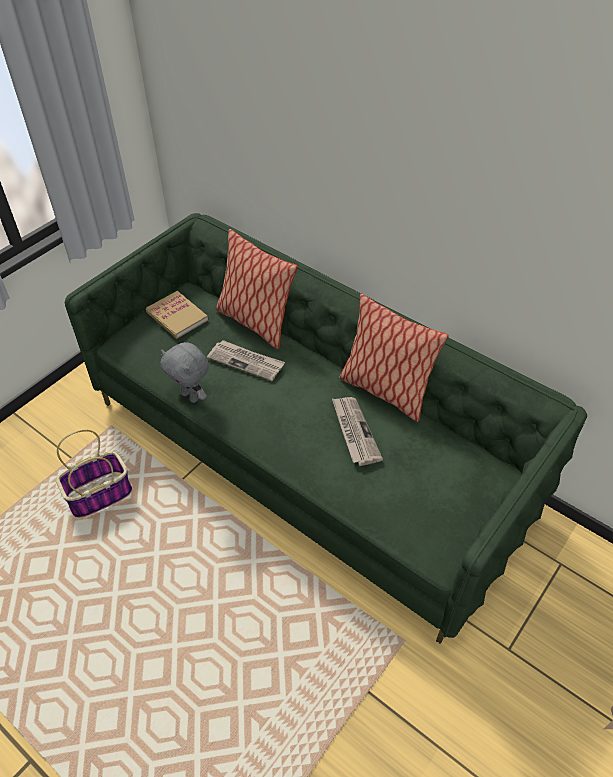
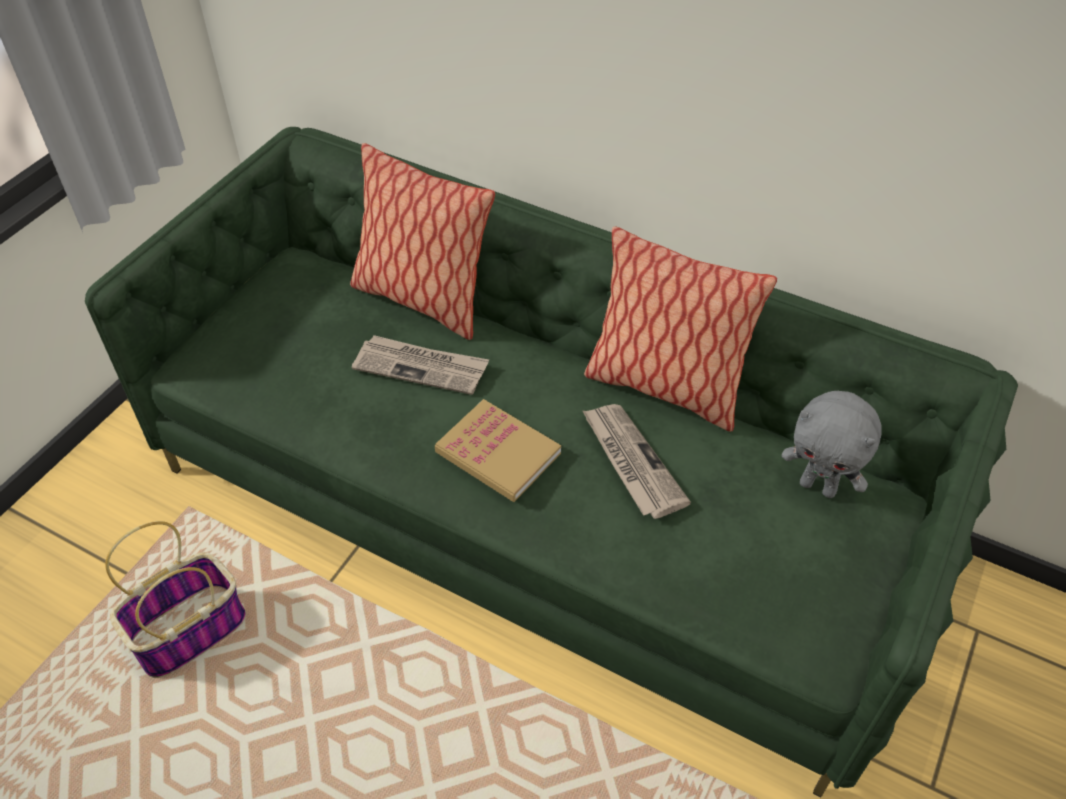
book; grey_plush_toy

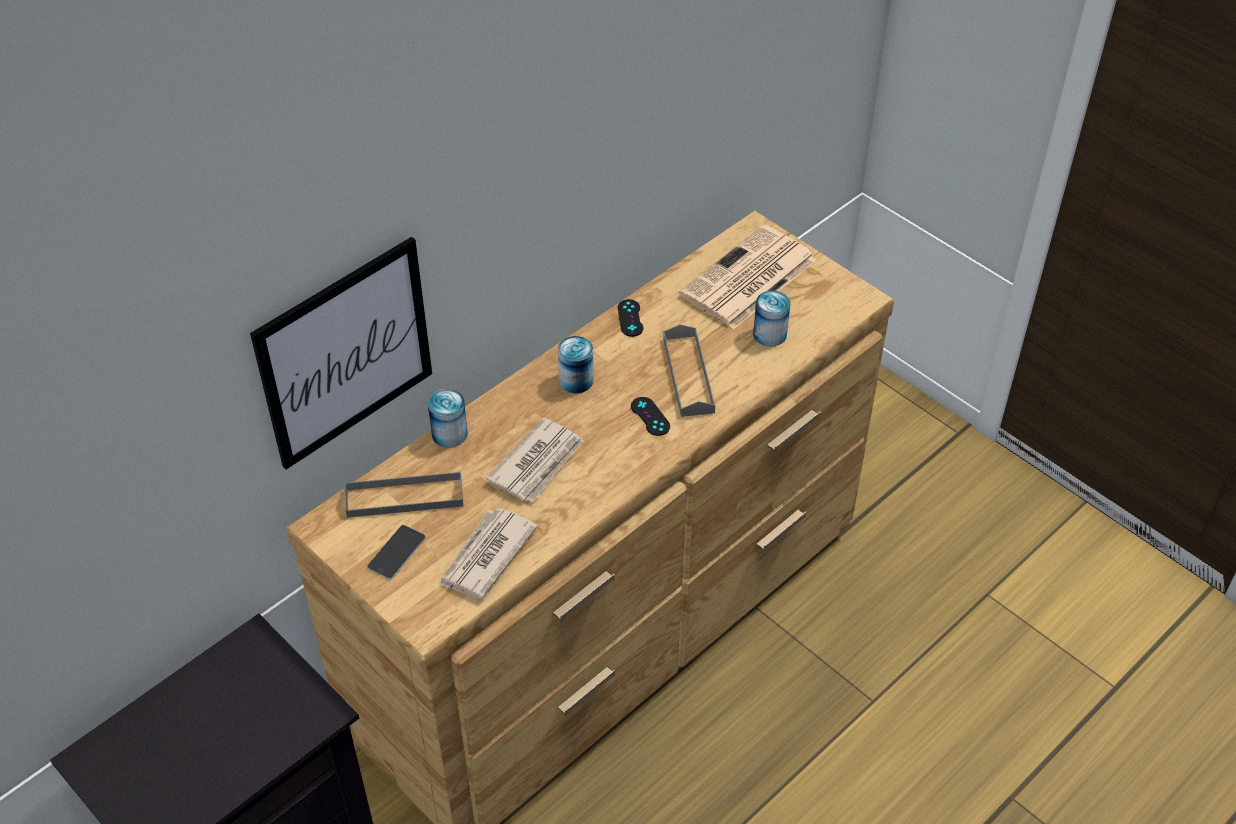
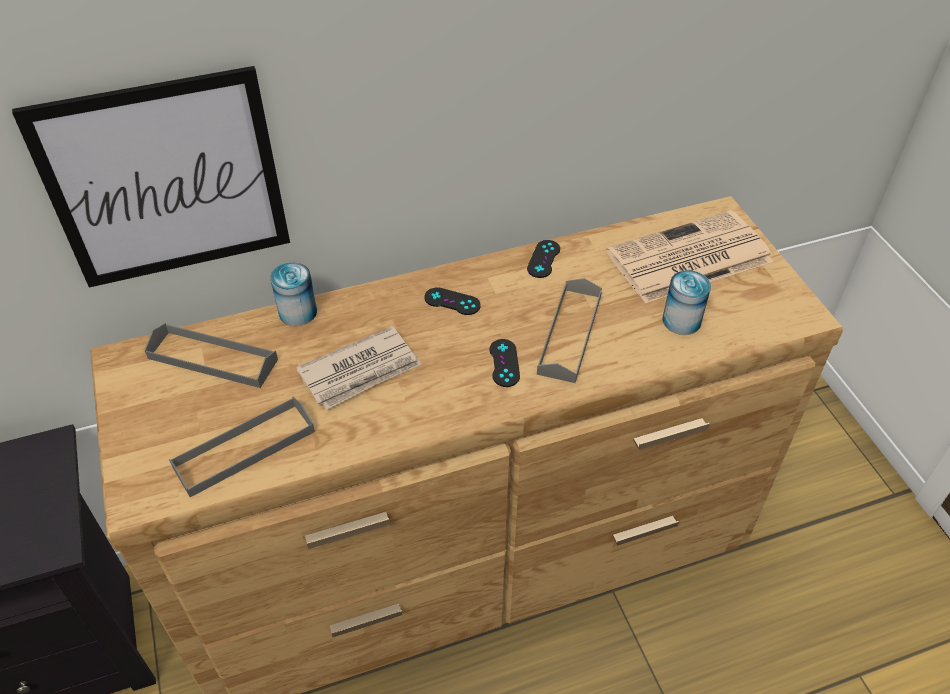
black_game_controller (no. 1 from left); grey_tray (no. 2 from left); phone

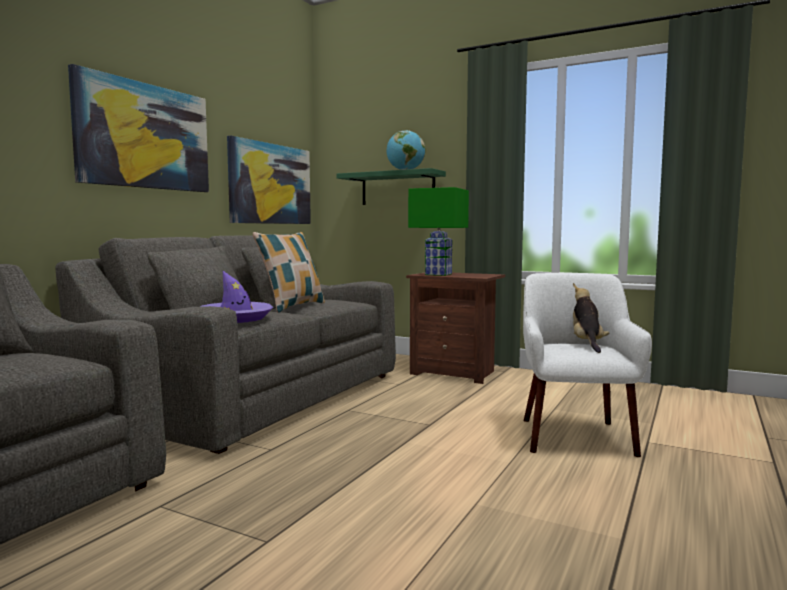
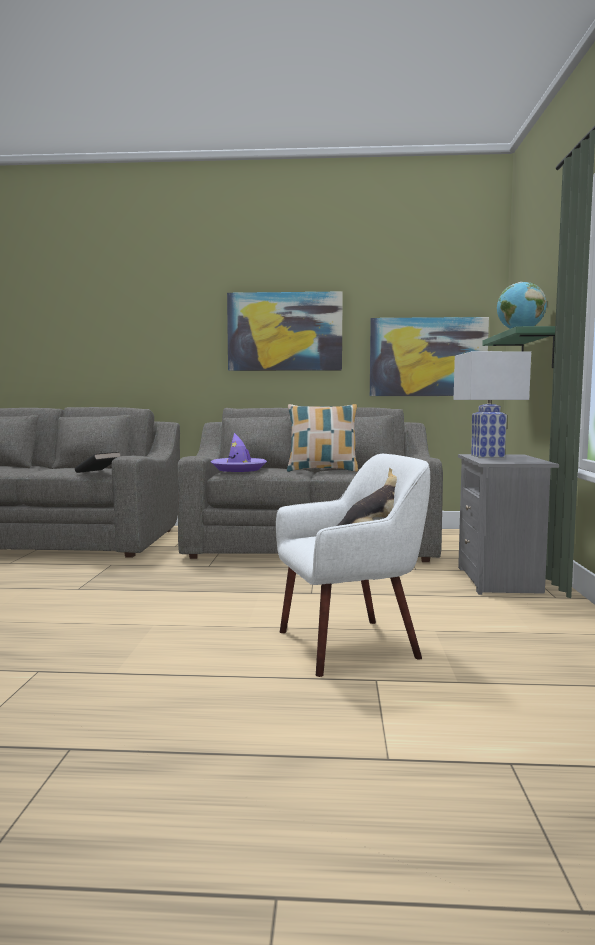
white_table_lamp; grey_nightstand; black_book

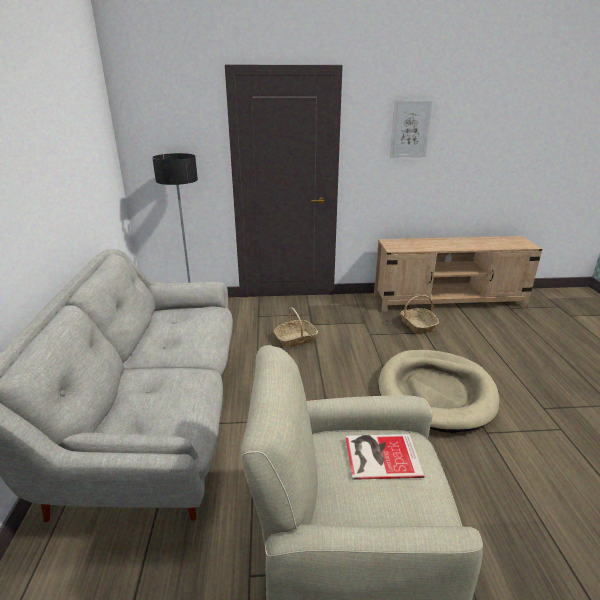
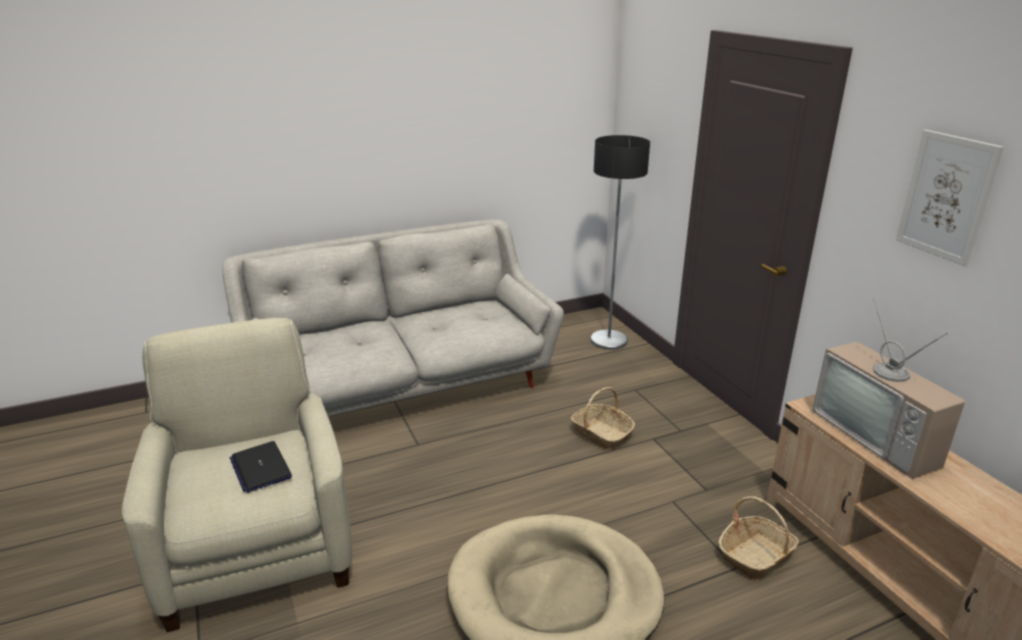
laptop; television

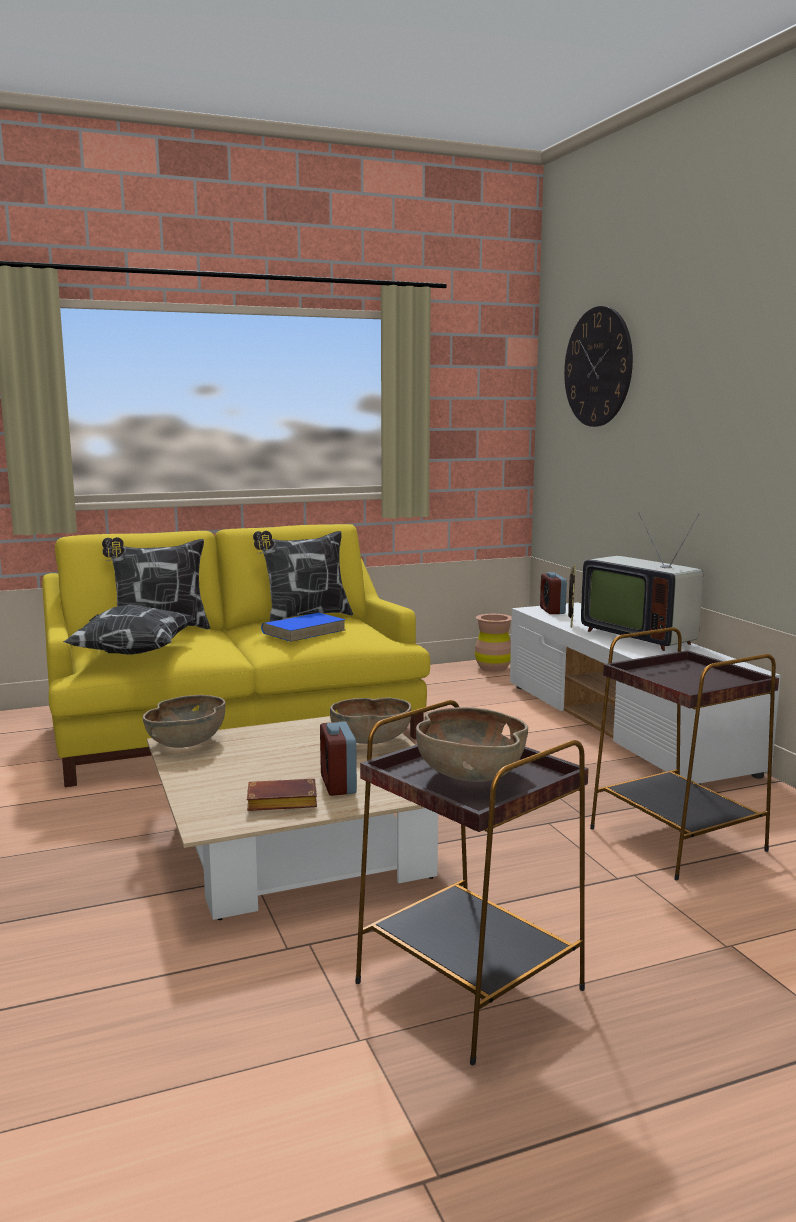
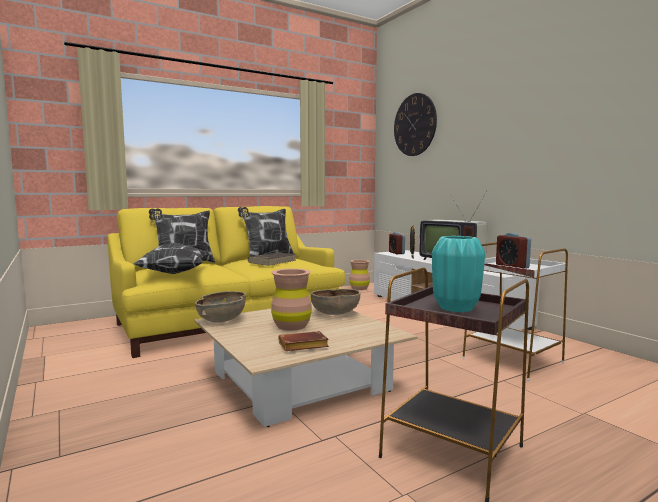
brown_book (no. 1 from left); white_side_table; turquoise_vase; alarm_clock (no. 2 from left); brown_vase (no. 1 from left)

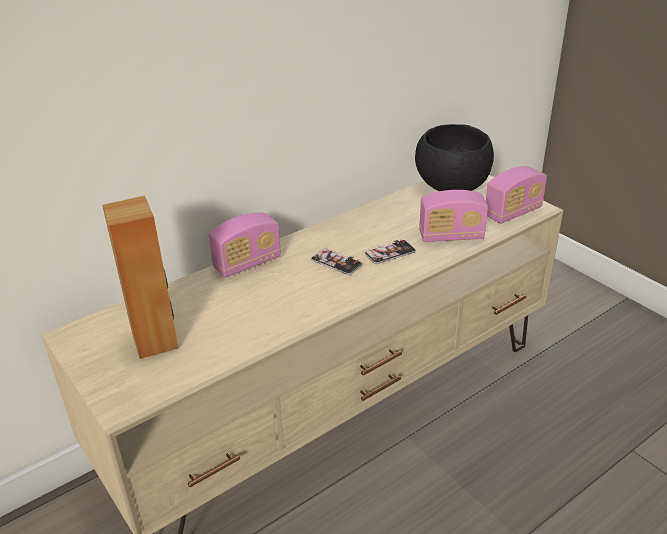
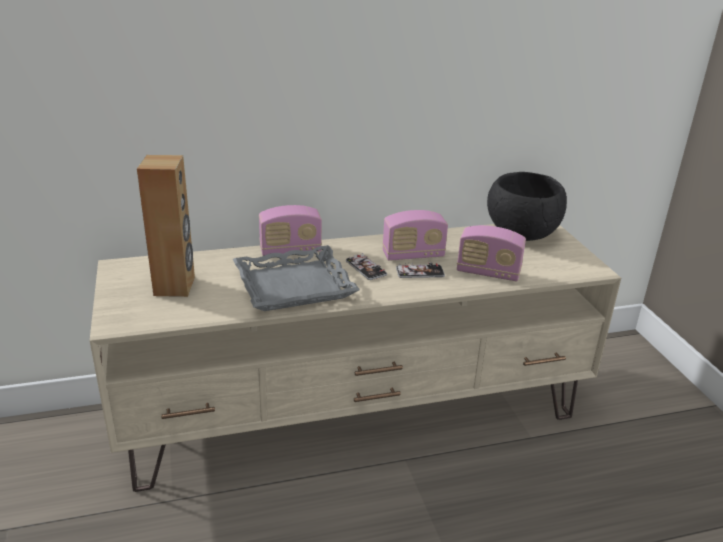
radio (no. 2 from left); grey_tray

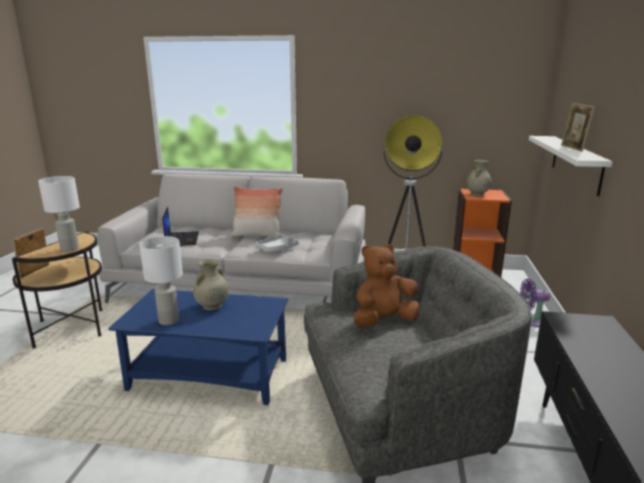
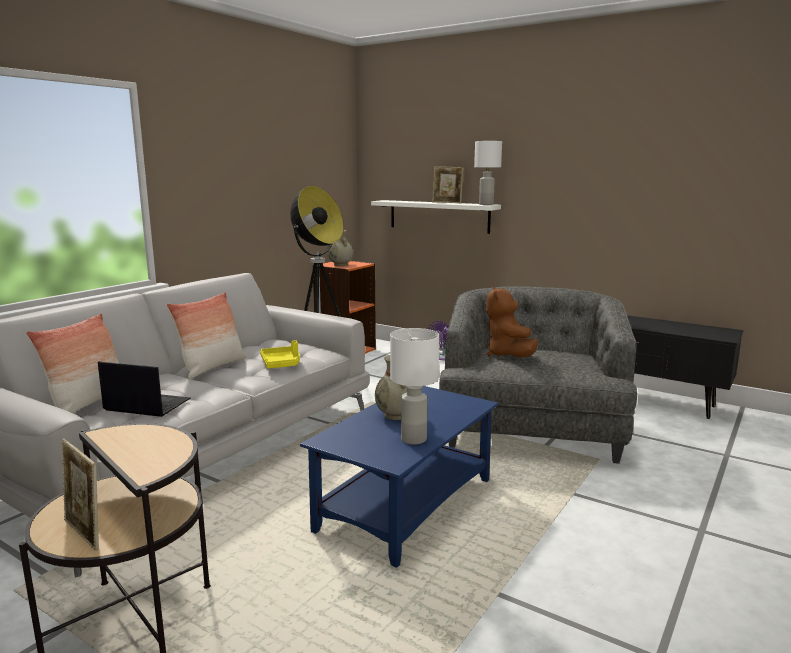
white_table_lamp (no. 2 from left); yellow_tray; pillow (no. 1 from left)

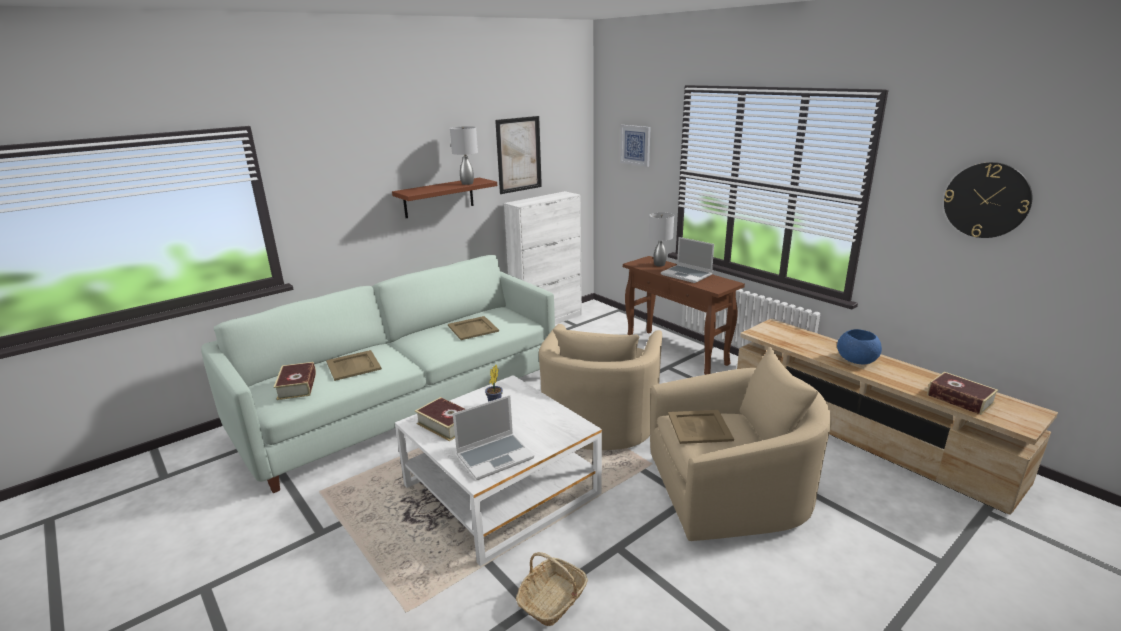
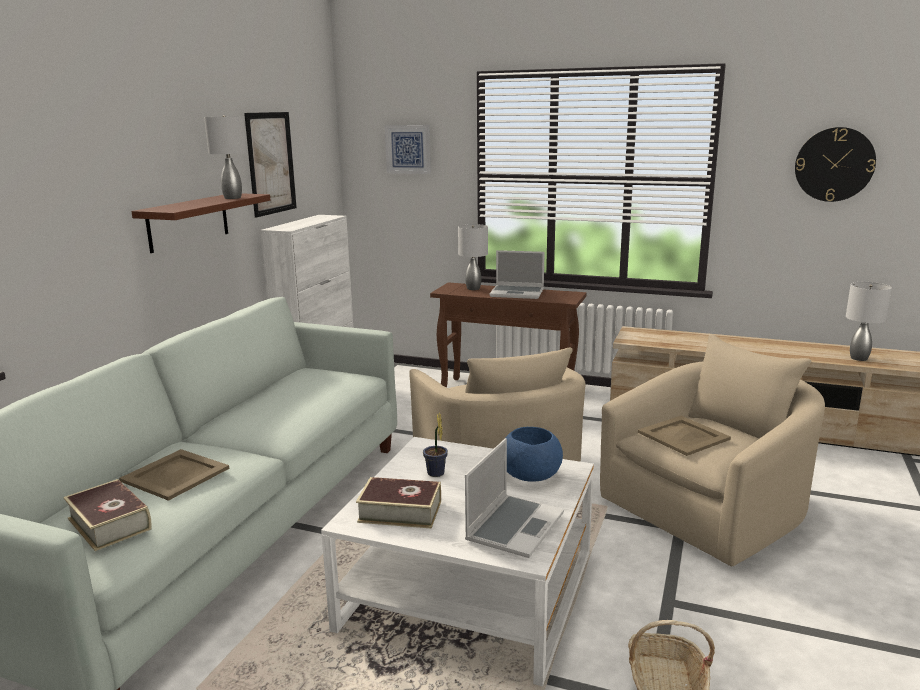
beige_tray (no. 2 from left in the first image); blue_bowl; grey_table_lamp (no. 3 from left)

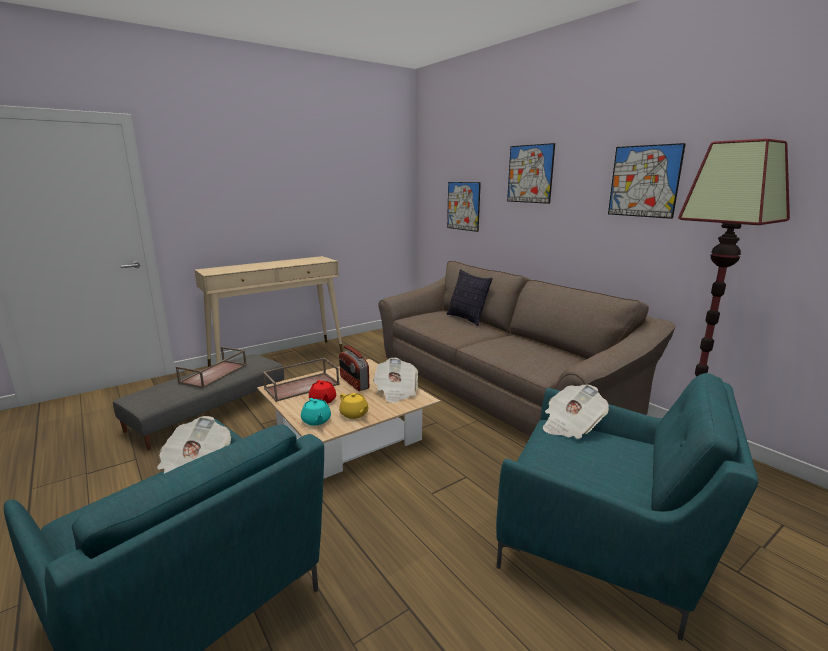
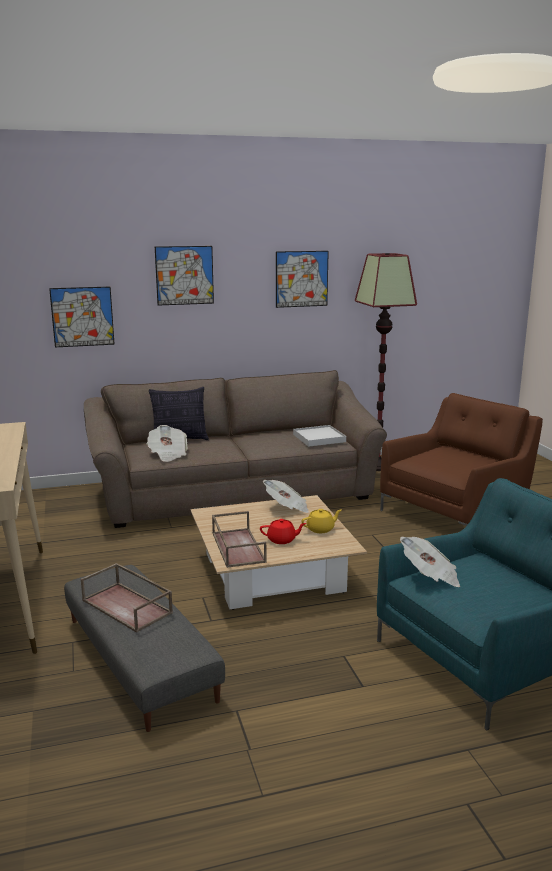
radio; brown_armchair; newspaper (no. 1 from left); turquoise_teapot; white_tray

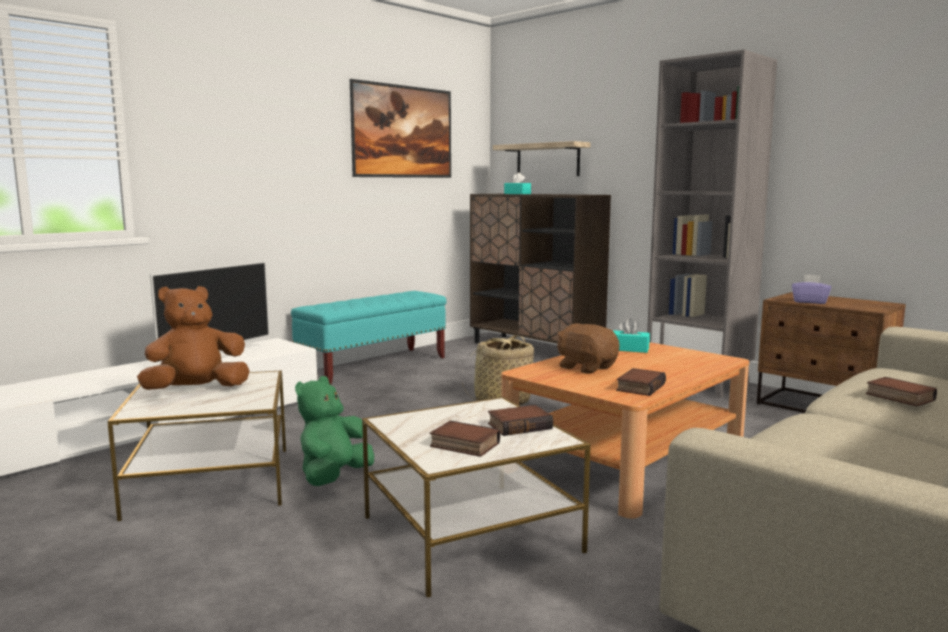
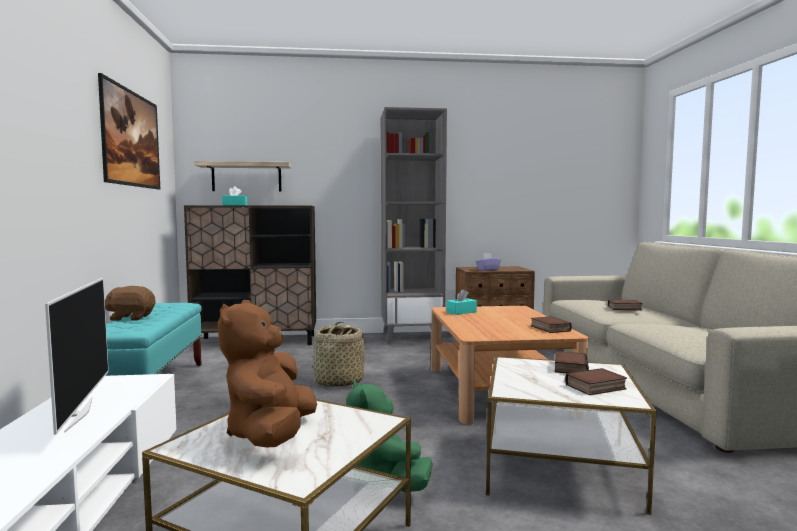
brown_plush_toy (no. 1 from left)

